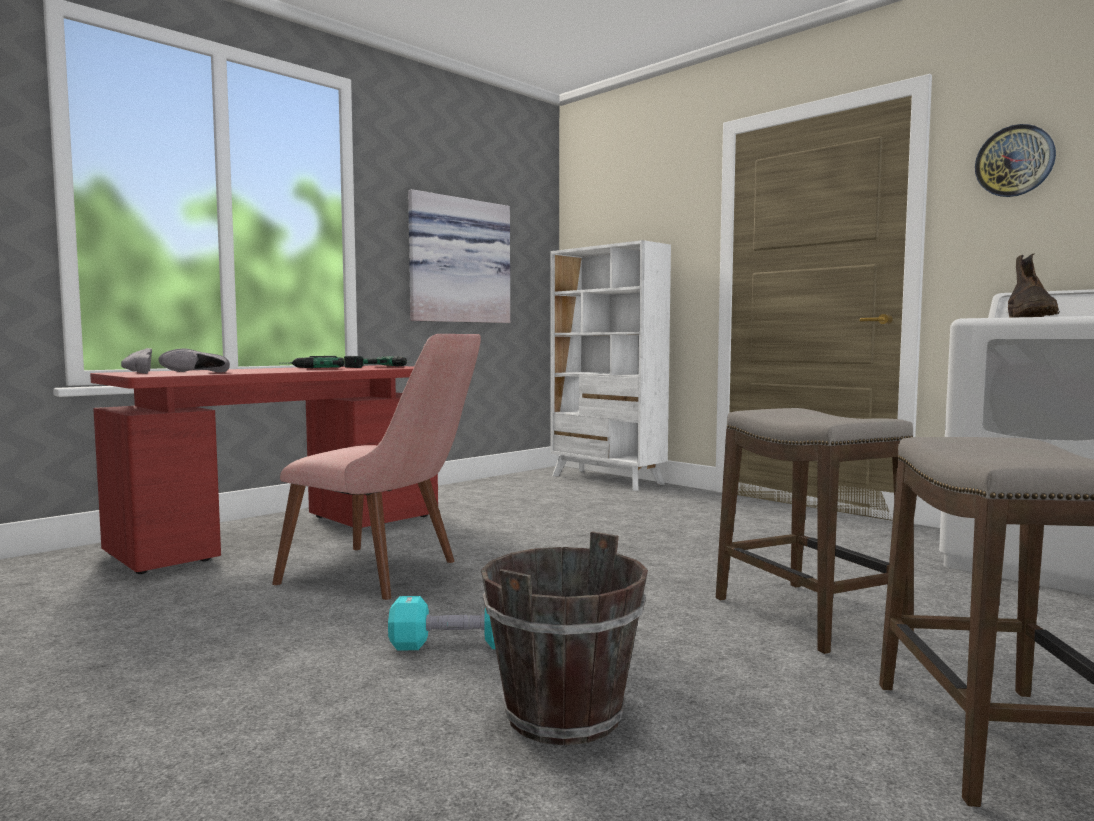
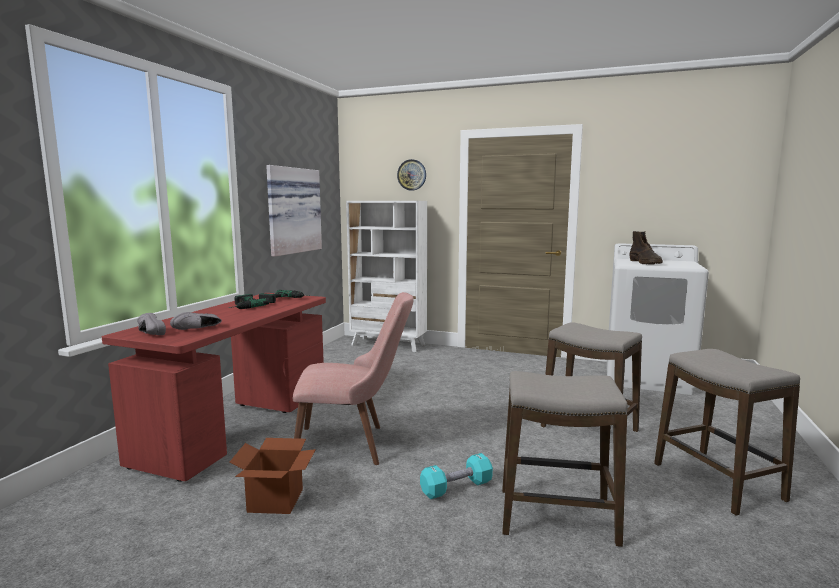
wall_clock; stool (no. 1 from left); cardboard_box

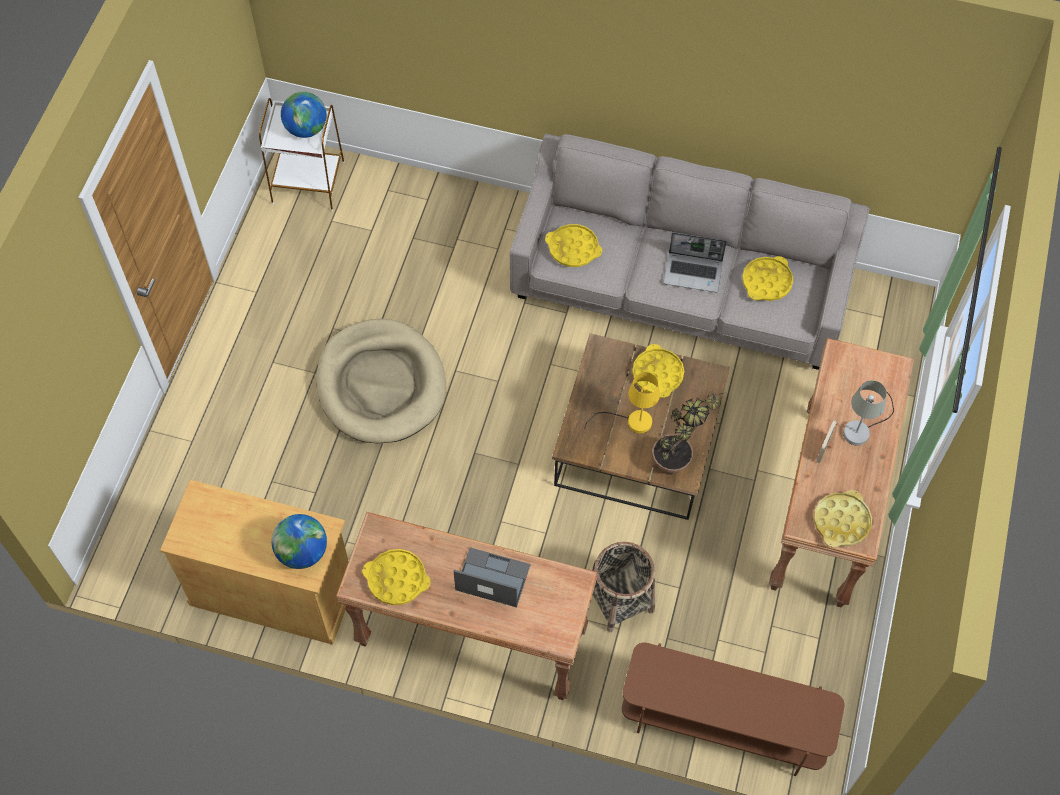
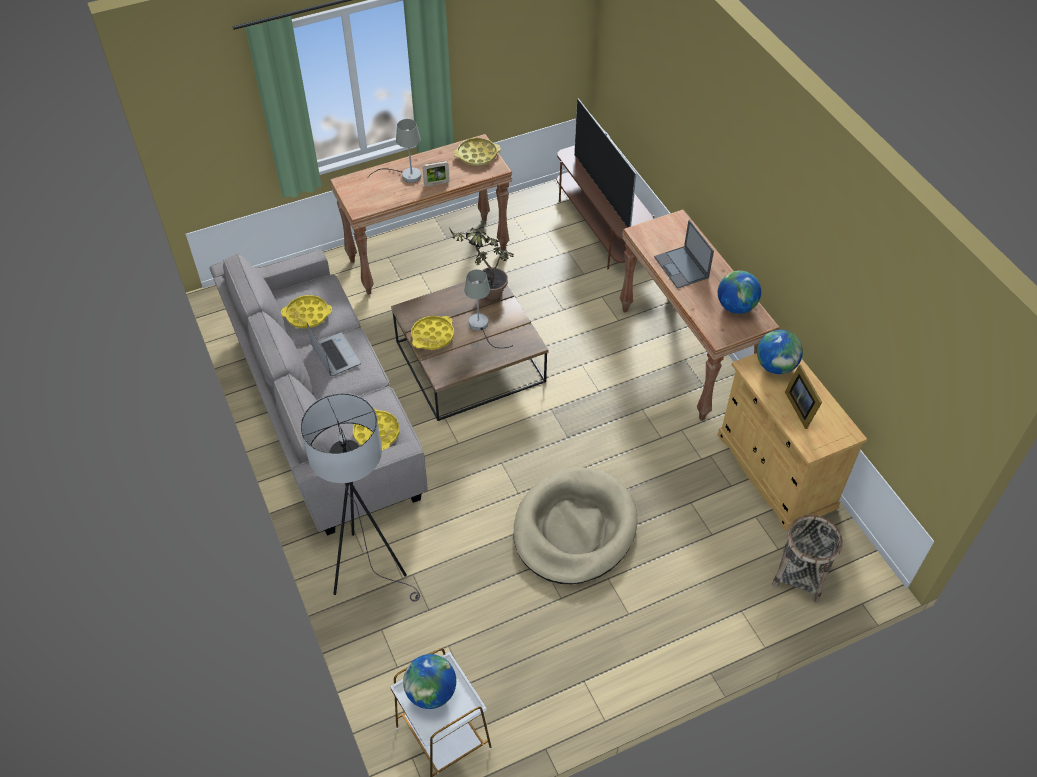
grey_table_lamp (no. 2 from left); basket; globe (no. 2 from left); television; picture_frame (no. 2 from left); grey_floor_lamp

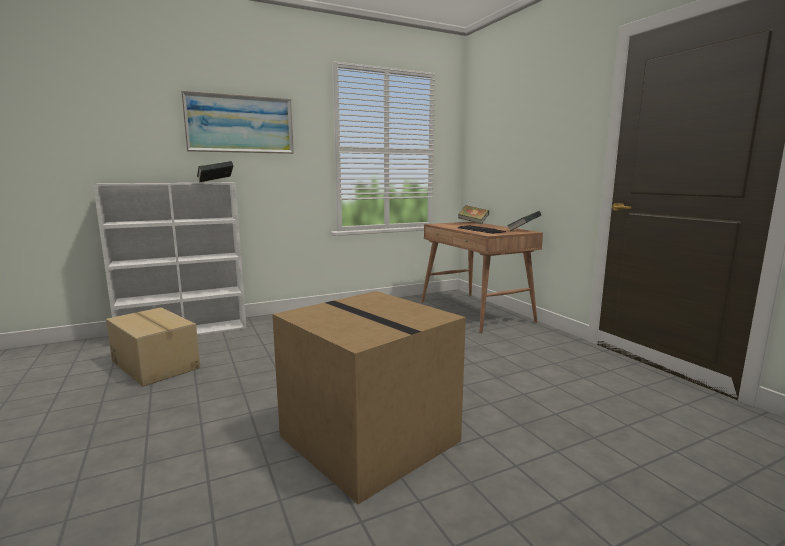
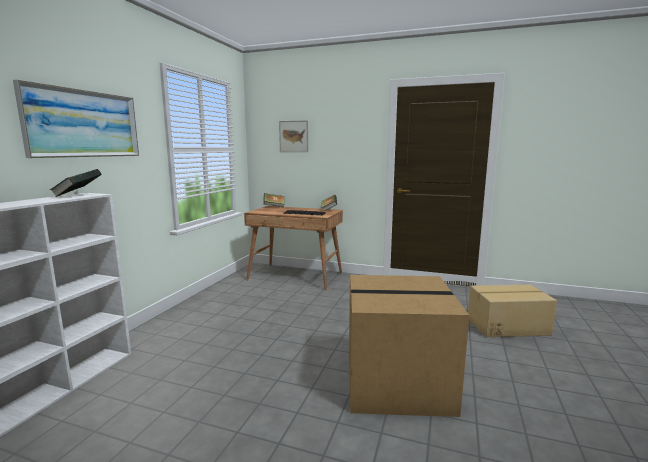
cardboard_box (no. 2 from left); picture (no. 2 from left)

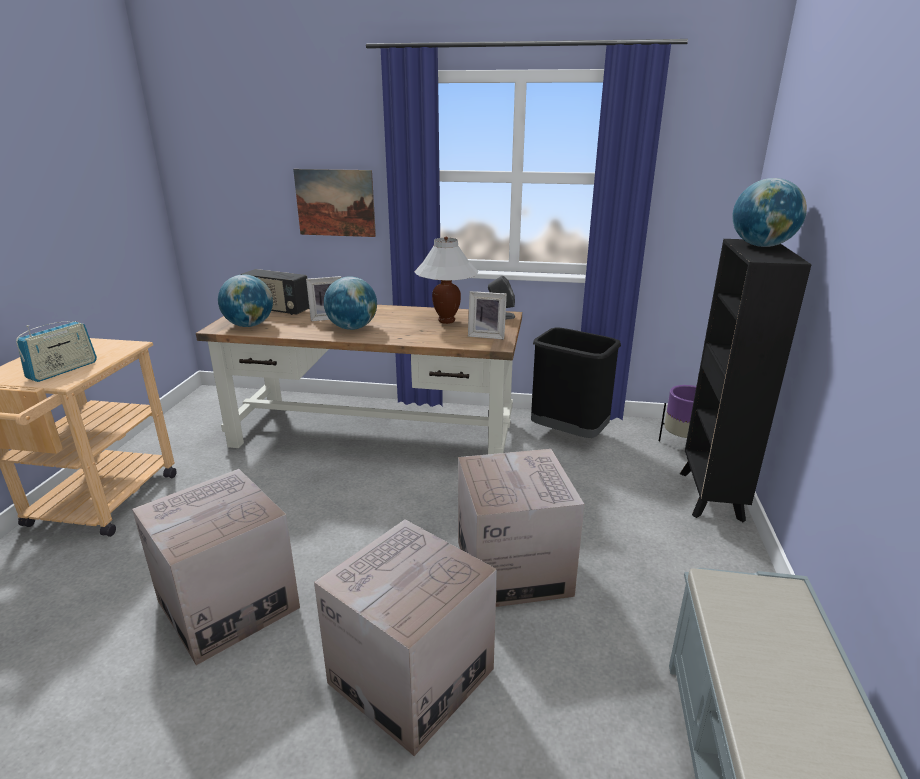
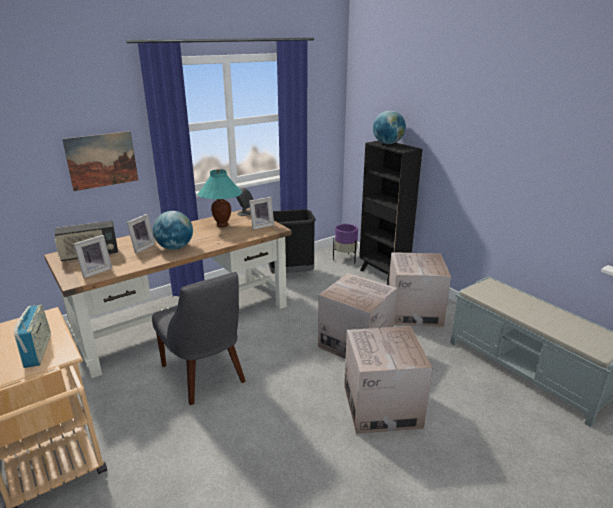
turquoise_table_lamp; picture_frame (no. 1 from left); cardboard_box (no. 3 from left); grey_chair

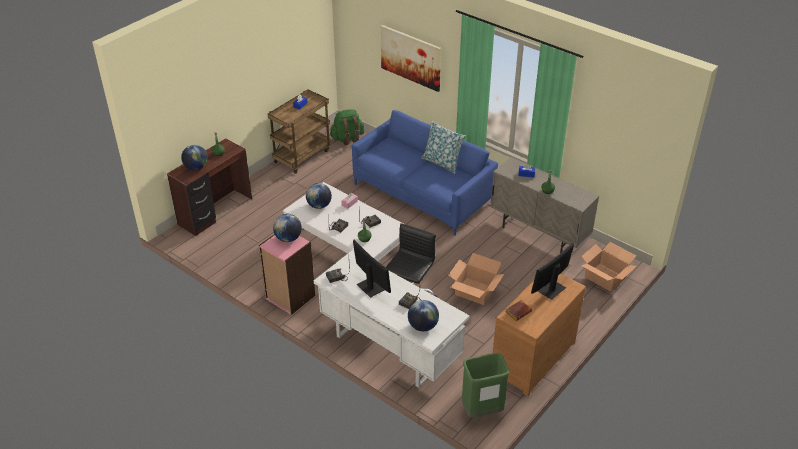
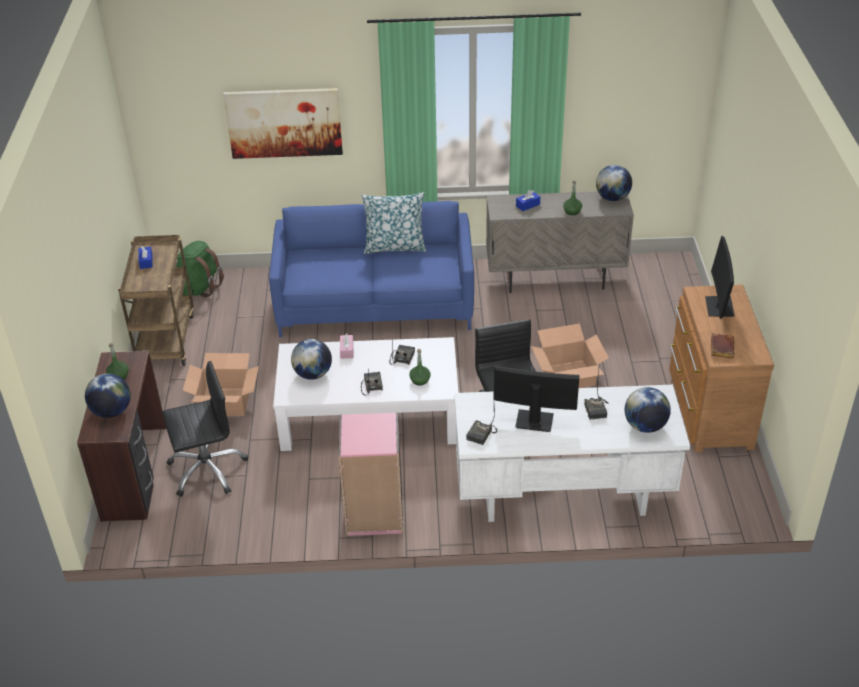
globe (no. 3 from left); cardboard_box (no. 1 from left); green_trash_can; black_office_chair (no. 1 from left)

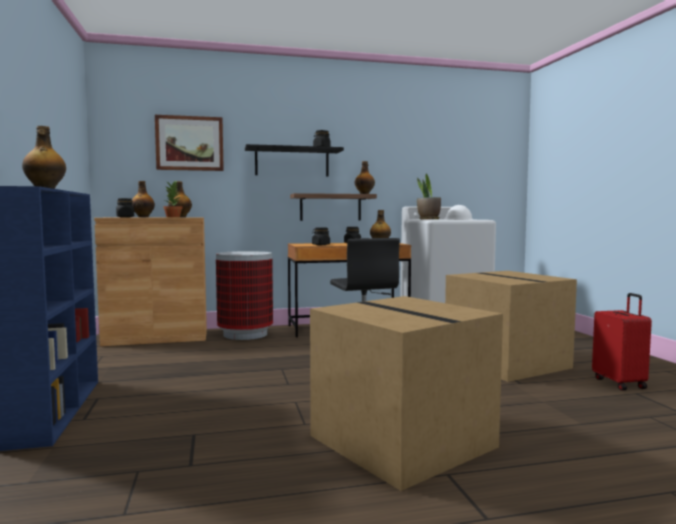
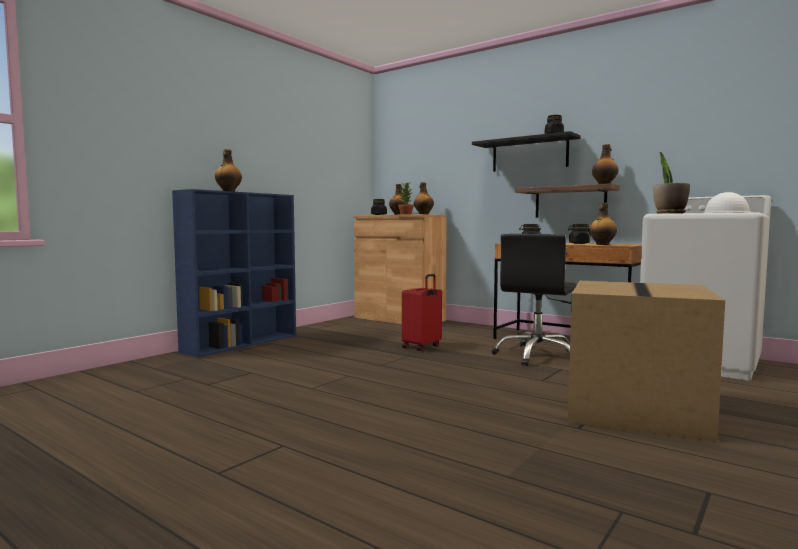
picture; trash_can; red_suitcase; cardboard_box (no. 1 from left in the first image)

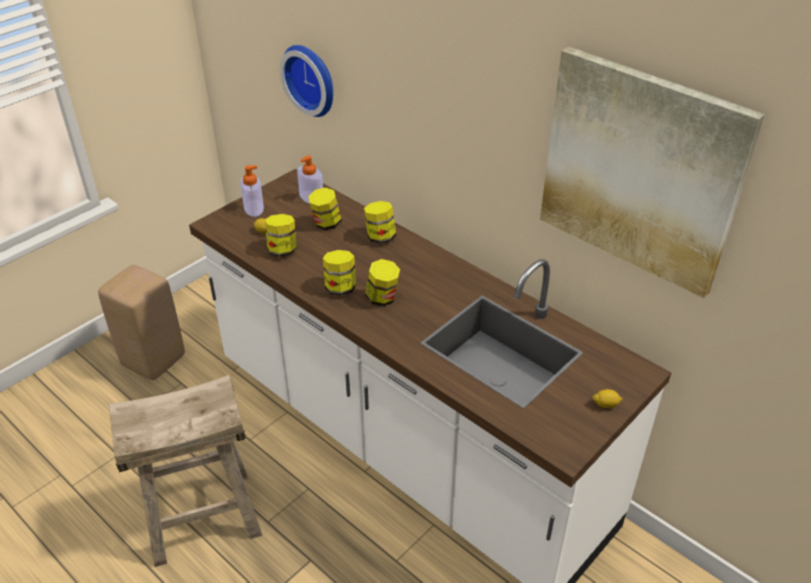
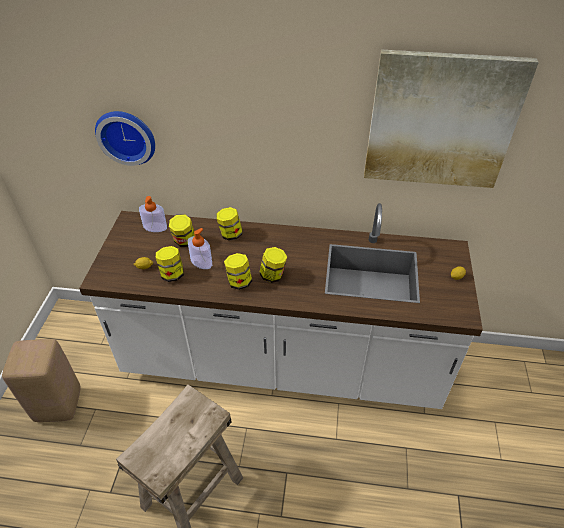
soap_dispenser (no. 2 from left)

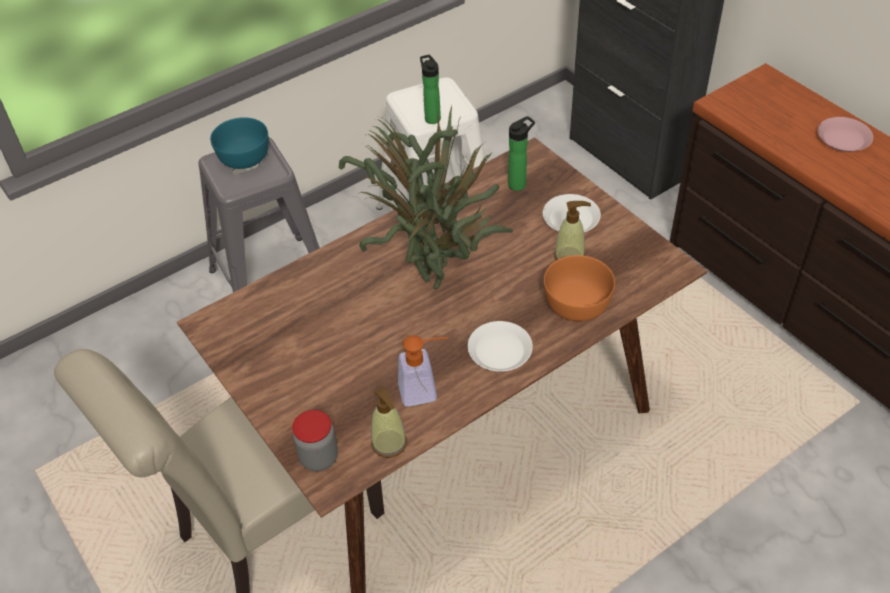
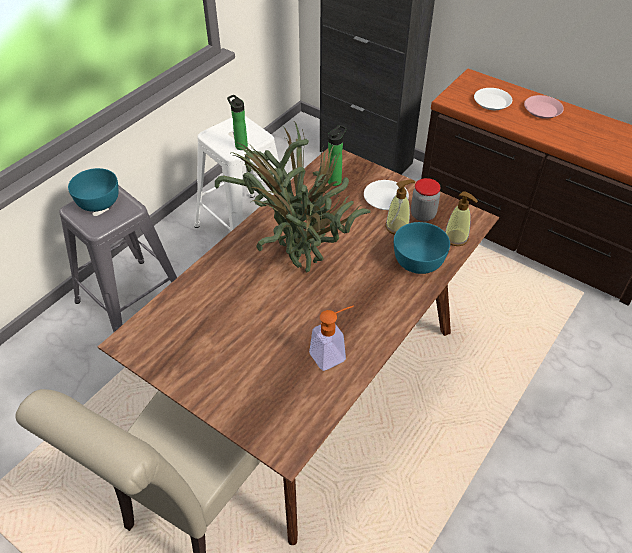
turquoise_bowl (no. 2 from left); white_plate (no. 2 from left); soap_dispenser (no. 3 from left); jar

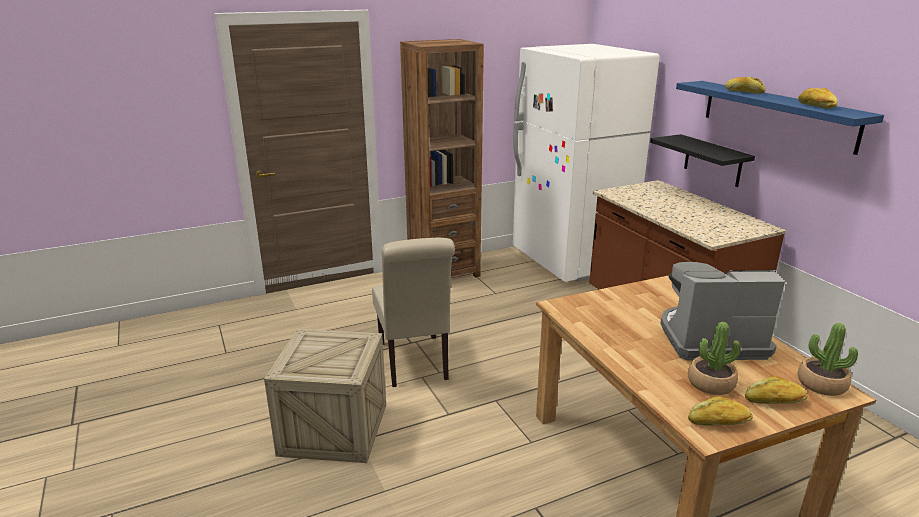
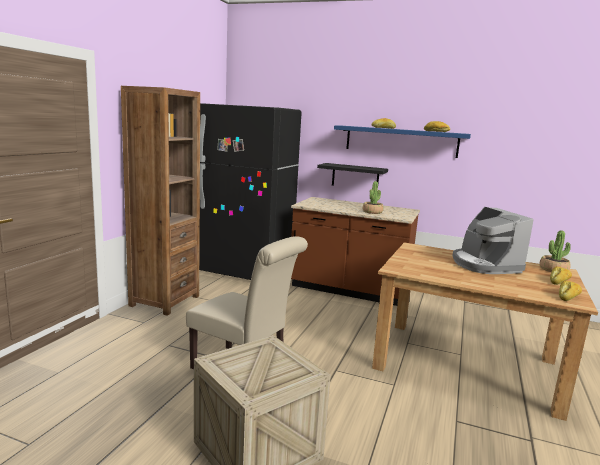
black_fridge; coffee_machine; potted_plant (no. 1 from left)

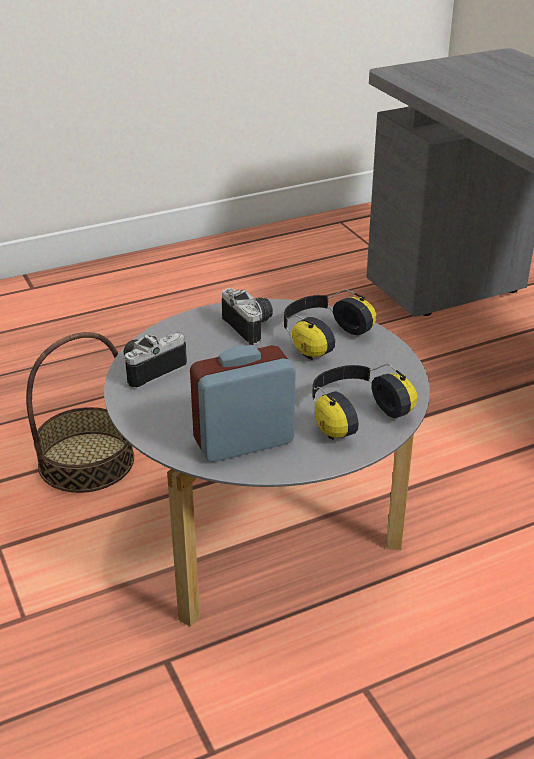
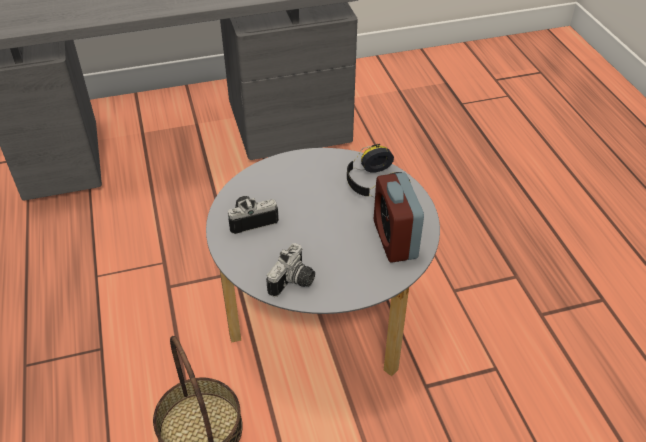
headphones (no. 1 from left in the first image); photo_camera (no. 2 from left)

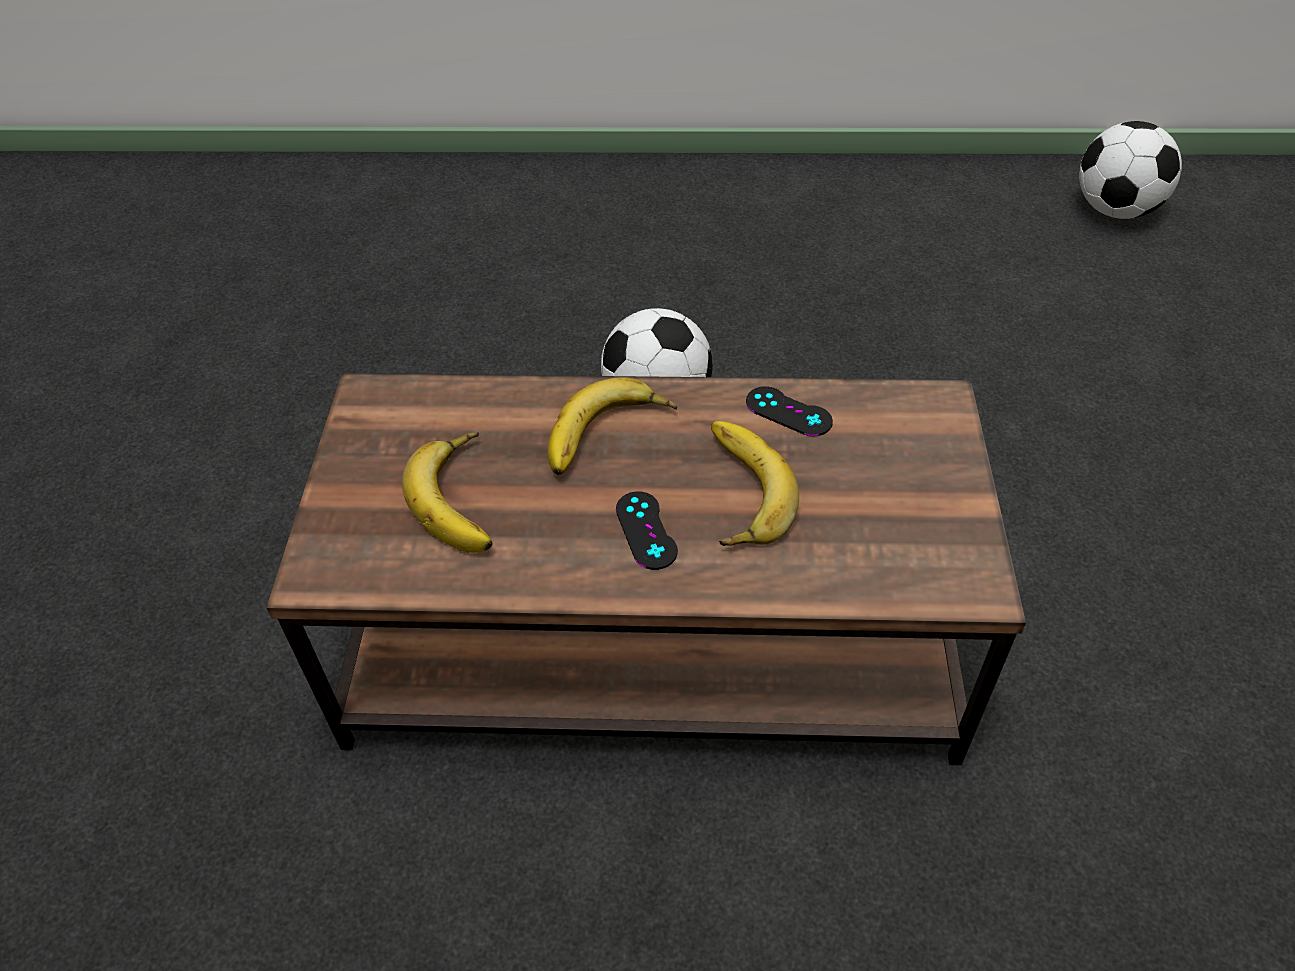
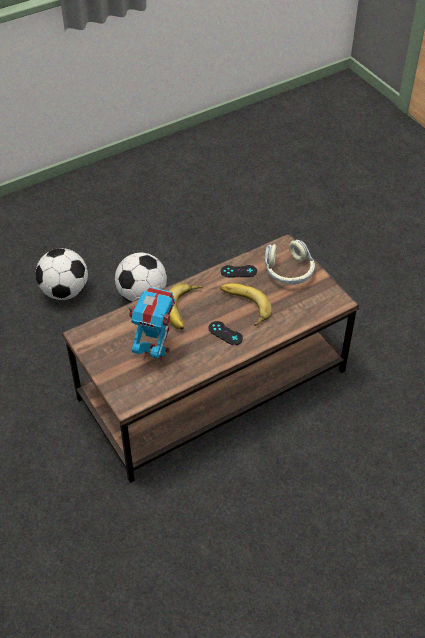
football (no. 1 from left); toy_robot; headphones

